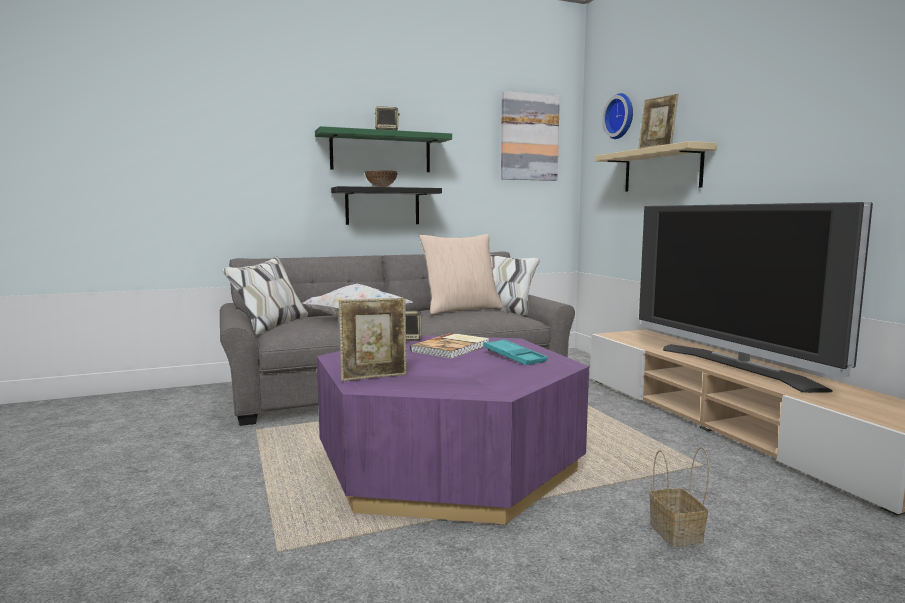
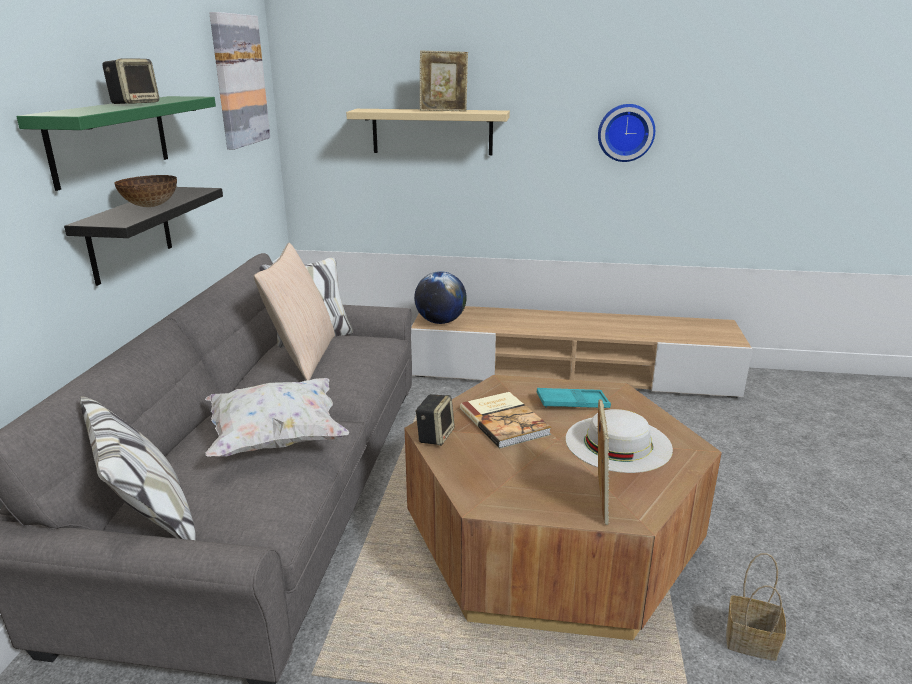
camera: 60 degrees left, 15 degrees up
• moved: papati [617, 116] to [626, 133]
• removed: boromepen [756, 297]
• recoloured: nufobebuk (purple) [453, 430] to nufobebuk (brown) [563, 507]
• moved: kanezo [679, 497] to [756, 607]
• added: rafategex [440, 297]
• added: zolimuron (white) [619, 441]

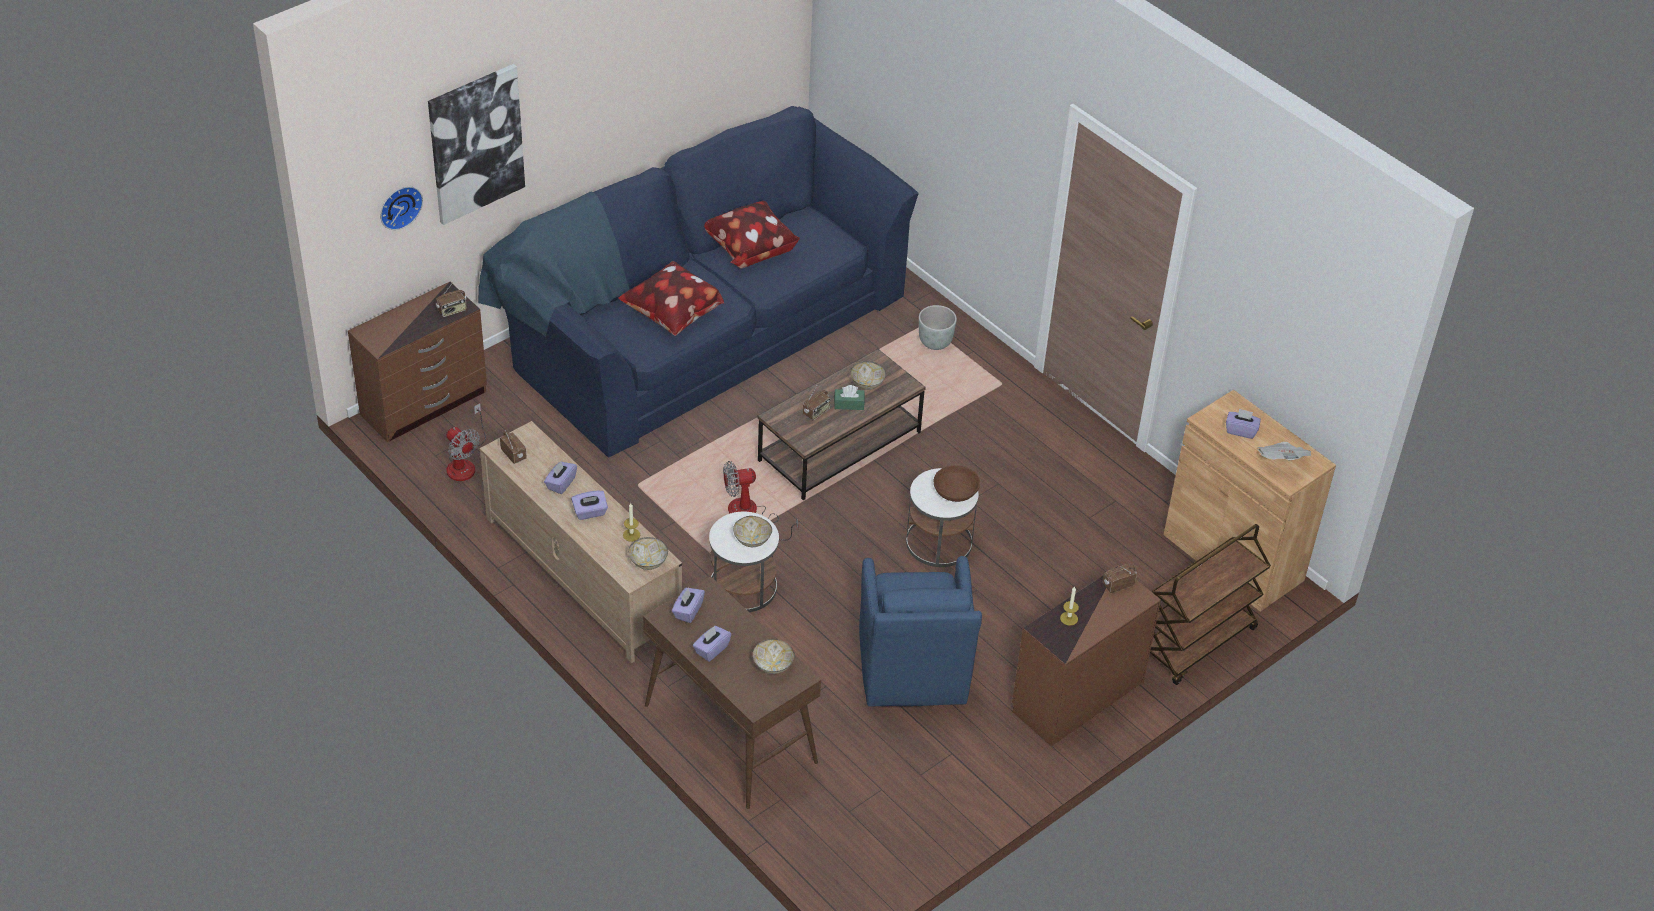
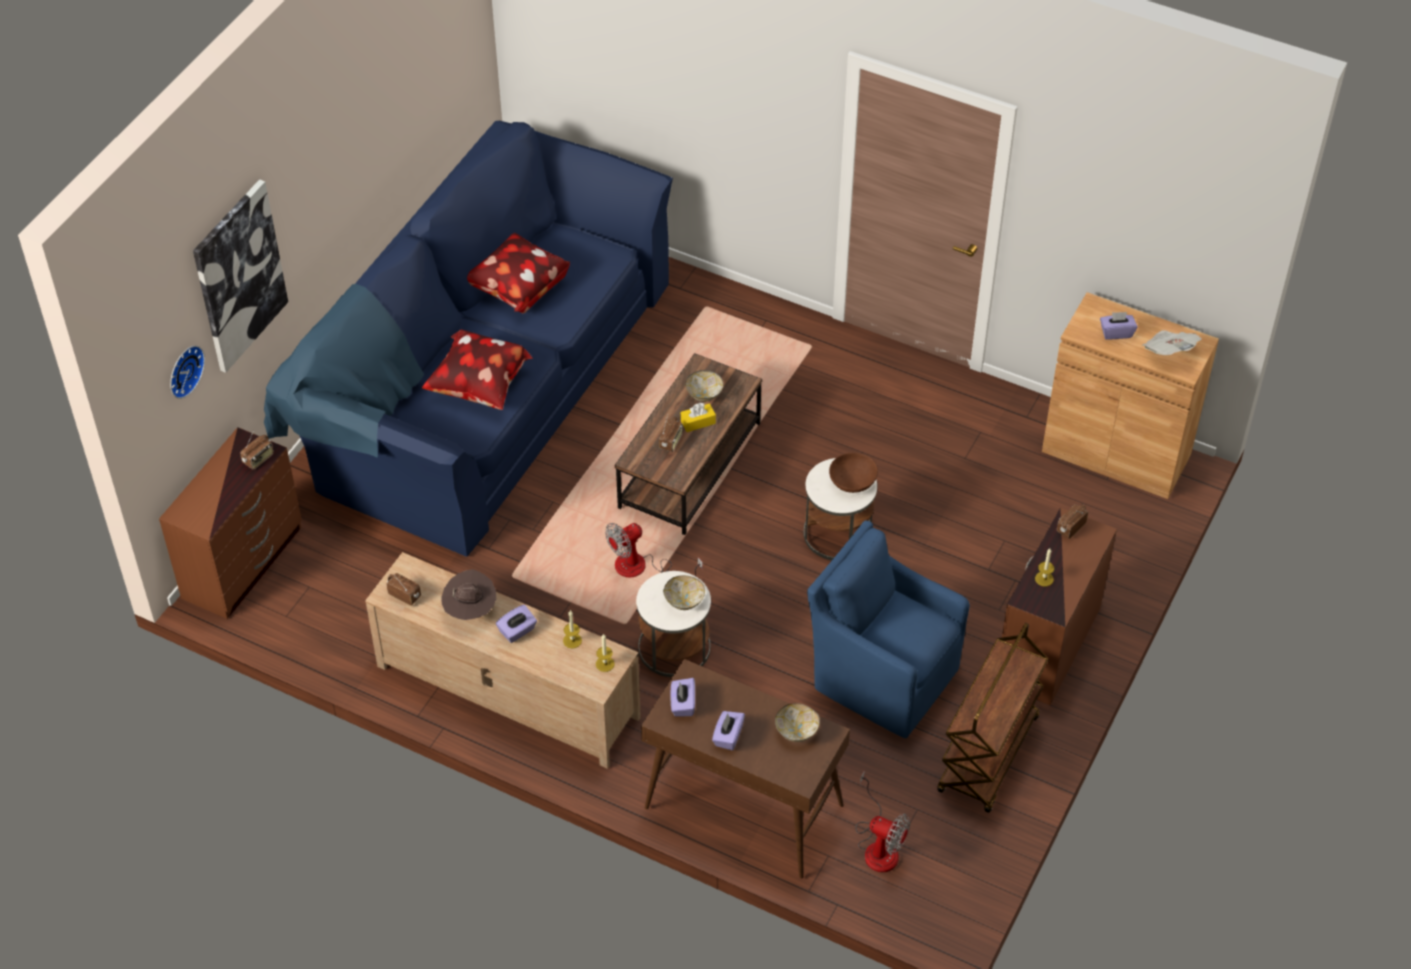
camera: 20 degrees left, 5 degrees up
• removed: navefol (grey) [938, 327]
• recoloured: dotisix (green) [849, 397] to dotisix (yellow) [698, 417]
• moved: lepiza [466, 442] to [883, 821]
• replaced: dotisix (purple) [560, 477] to zolimuron (brown) [468, 594]
• moved: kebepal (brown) [1210, 604] to [993, 718]
• replaced: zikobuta [648, 553] to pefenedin [605, 653]
• turned: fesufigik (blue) [920, 631] = [888, 629] 150 degrees clockwise

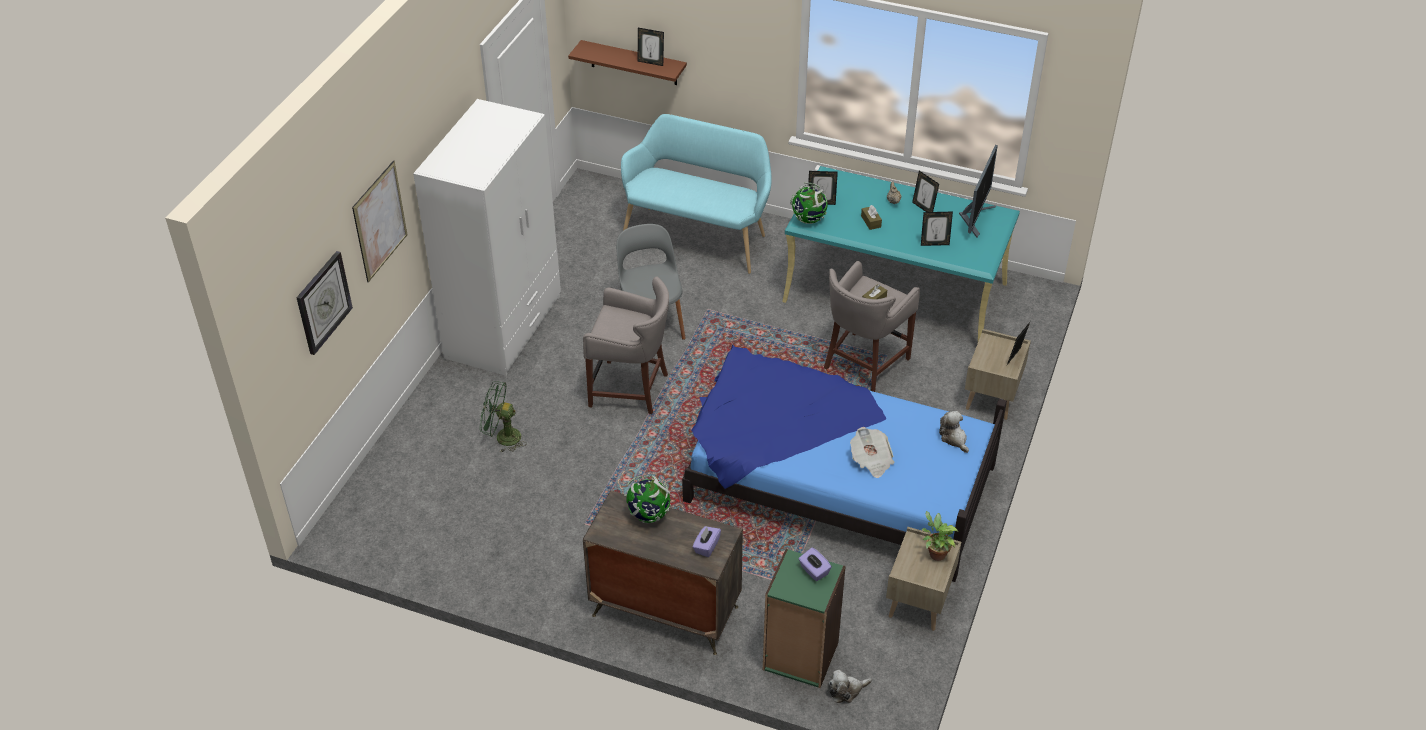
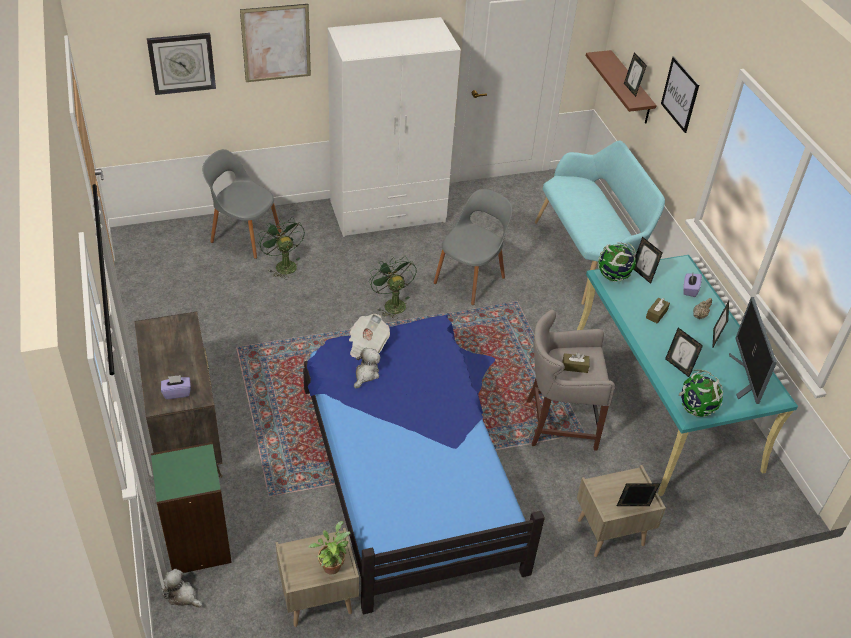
camera: 50 degrees right, 0 degrees up
• turned: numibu [978, 191] = [753, 350] 105 degrees clockwise
• replaced: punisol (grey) [626, 346] to lepiza (green) [392, 287]
• moved: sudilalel [954, 432] to [367, 368]
• moved: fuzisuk [872, 452] to [369, 336]
• moved: rafategex [647, 499] to [701, 393]
• moved: dotisix (purple) [815, 564] to [692, 285]
• added: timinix [680, 94]
• added: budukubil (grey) [242, 204]

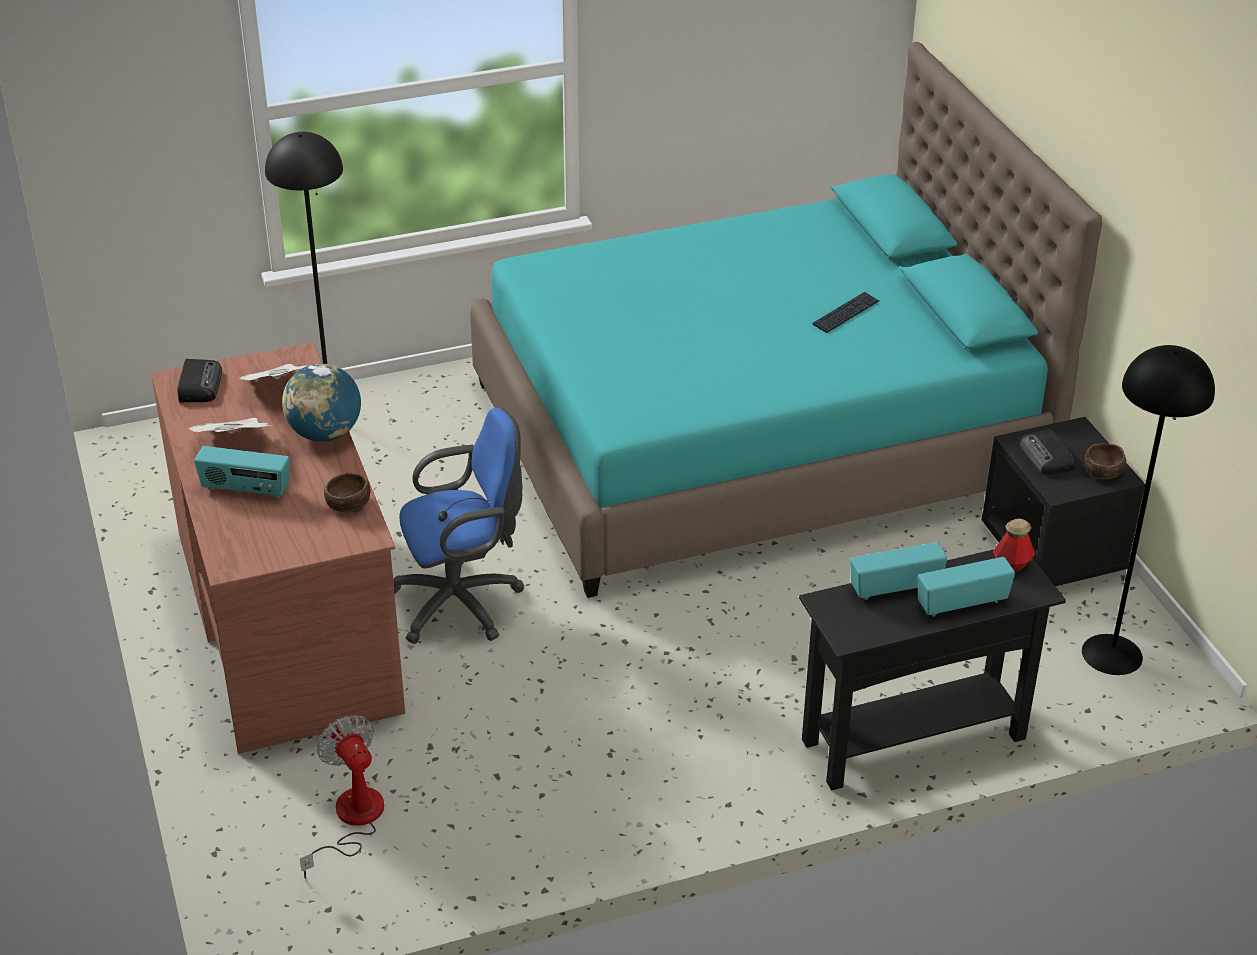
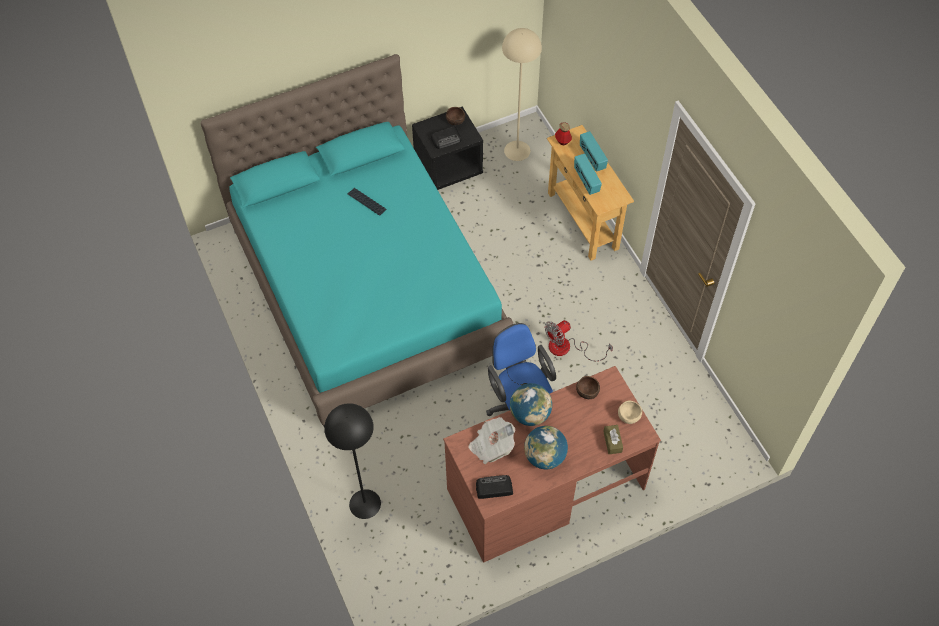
camera: 95 degrees left, 20 degrees up
• recoloured: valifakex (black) [1148, 510] to valifakex (beige) [522, 94]
• replaced: fuzisuk [230, 426] to rafategex [546, 447]
• removed: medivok [241, 472]
• recoloured: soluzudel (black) [932, 669] to soluzudel (beige) [590, 192]
• moved: lepiza [342, 797] to [578, 340]
• added: zikobuta (beige) [630, 412]
• added: dotisix (brown) [613, 439]

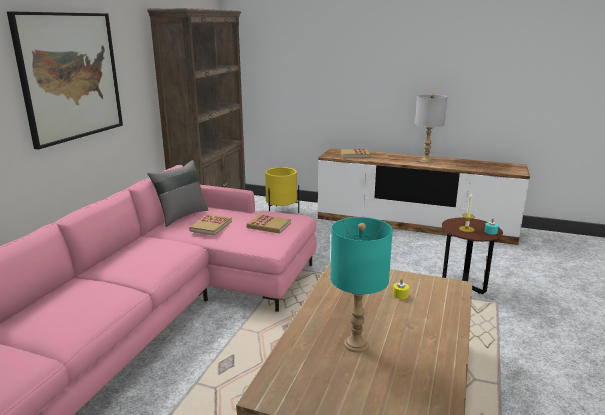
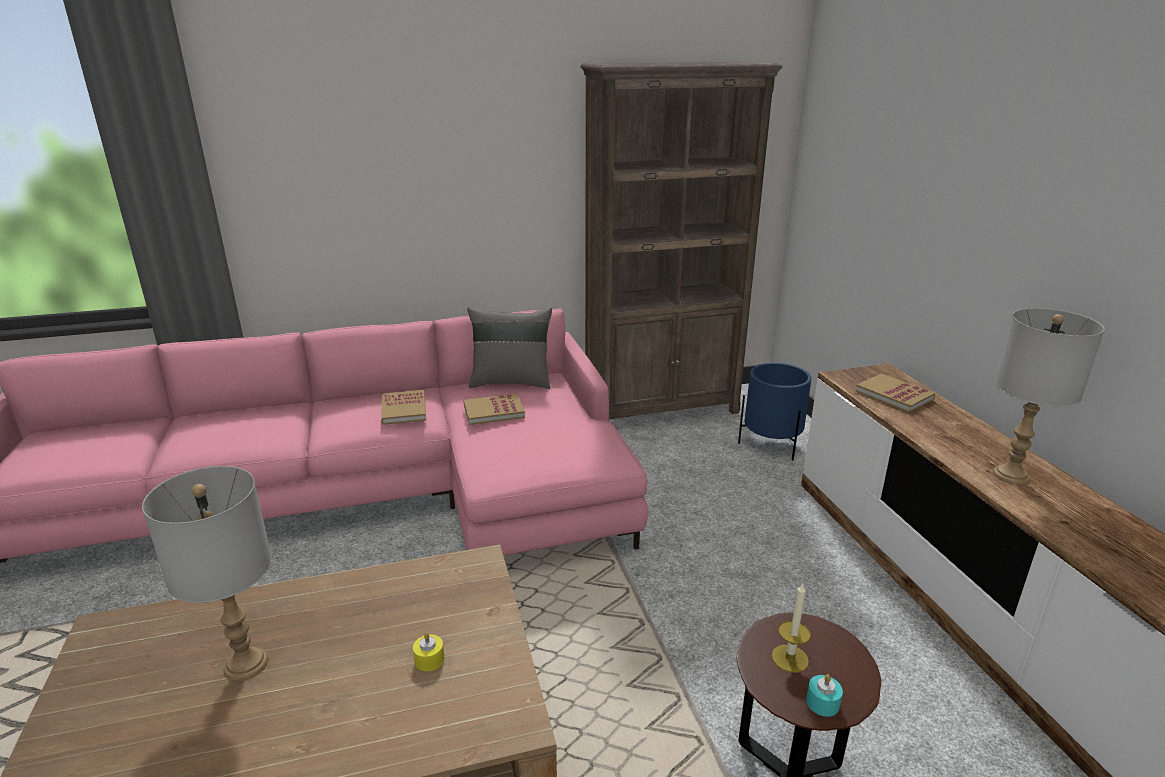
camera: 55 degrees right, 5 degrees up
• removed: timinix [65, 80]
• recoloured: navefol (yellow) [282, 190] to navefol (blue) [774, 412]
• moved: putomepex [268, 224] to [403, 407]
• recoloured: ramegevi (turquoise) [361, 285] to ramegevi (grey) [207, 573]

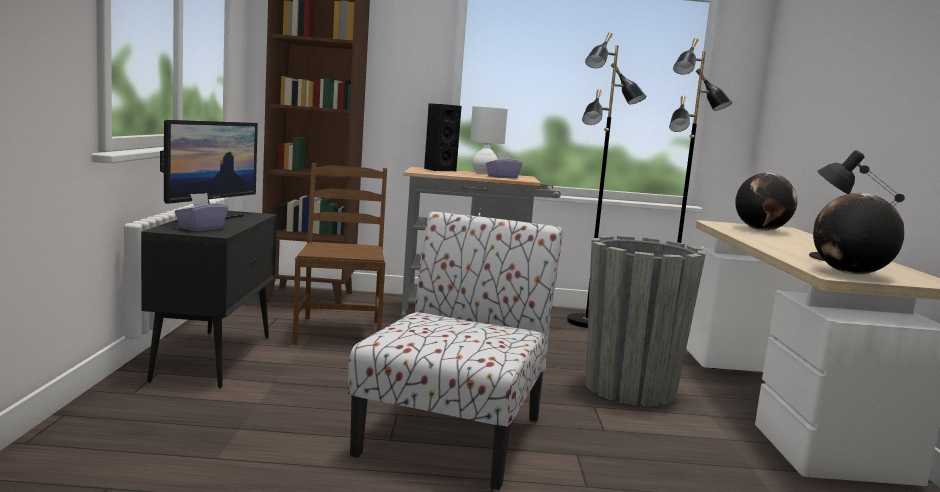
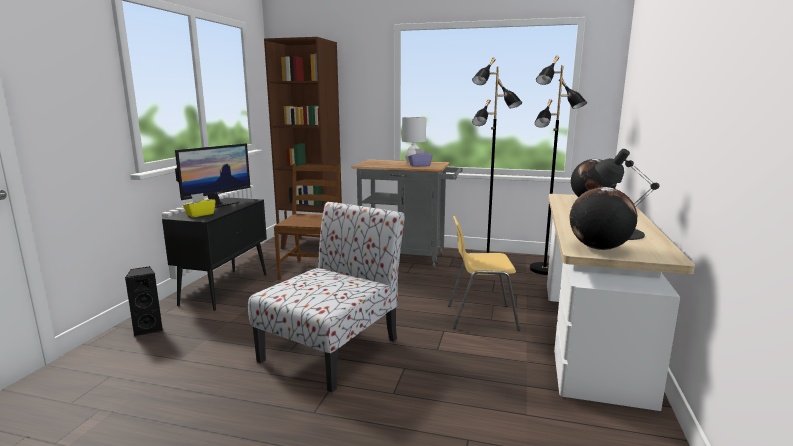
camera: 15 degrees right, 5 degrees up
• moved: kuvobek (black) [443, 137] to [144, 301]
• recoloured: dotisix (purple) [201, 212] to dotisix (yellow) [199, 205]
• replaced: navefol (grey) [645, 321] to budukubil (yellow) [484, 273]

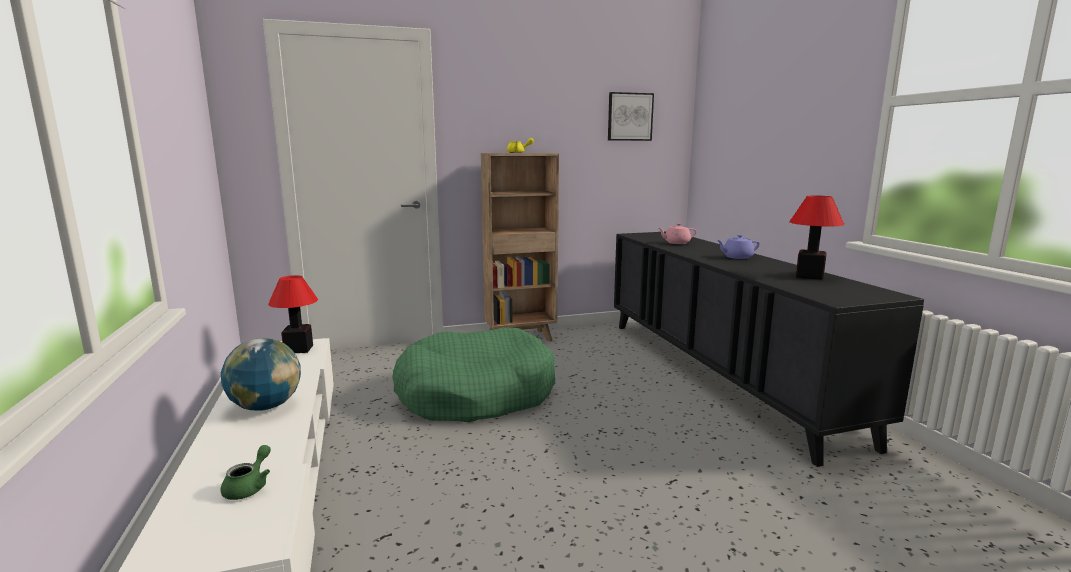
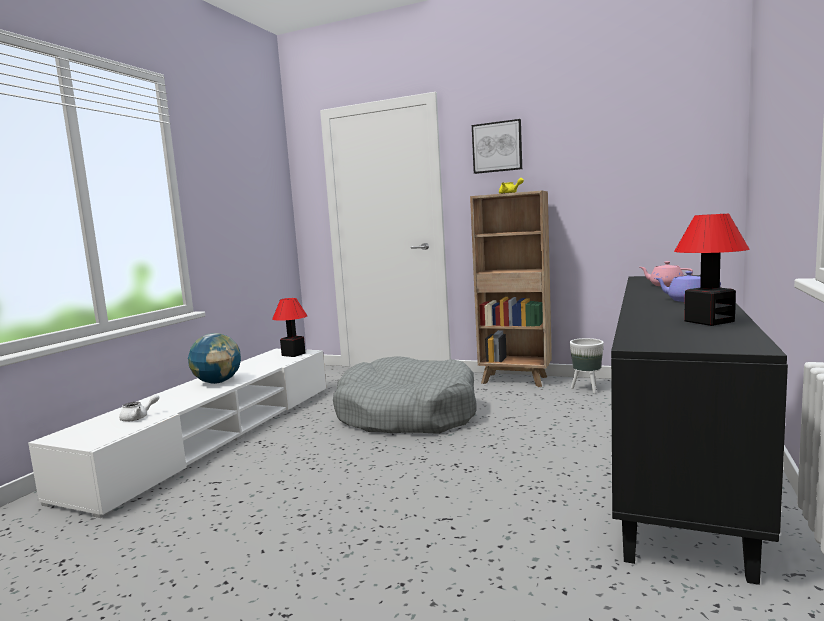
camera: 40 degrees right, 5 degrees down
• moved: timinix [631, 116] to [497, 146]
• recoloured: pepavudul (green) [473, 374] to pepavudul (grey) [404, 395]
• recoloured: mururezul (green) [246, 472] to mururezul (white) [139, 407]
• added: navefol (white) [587, 366]

